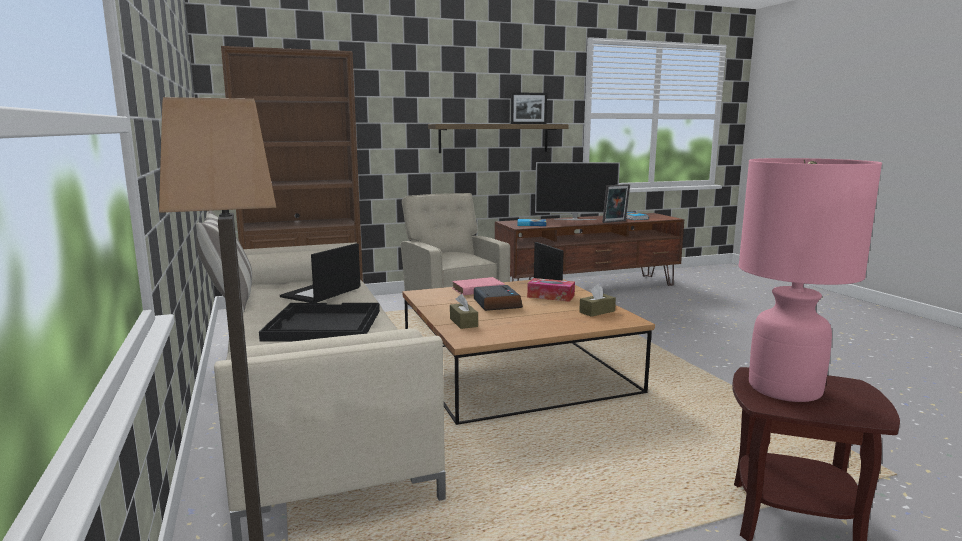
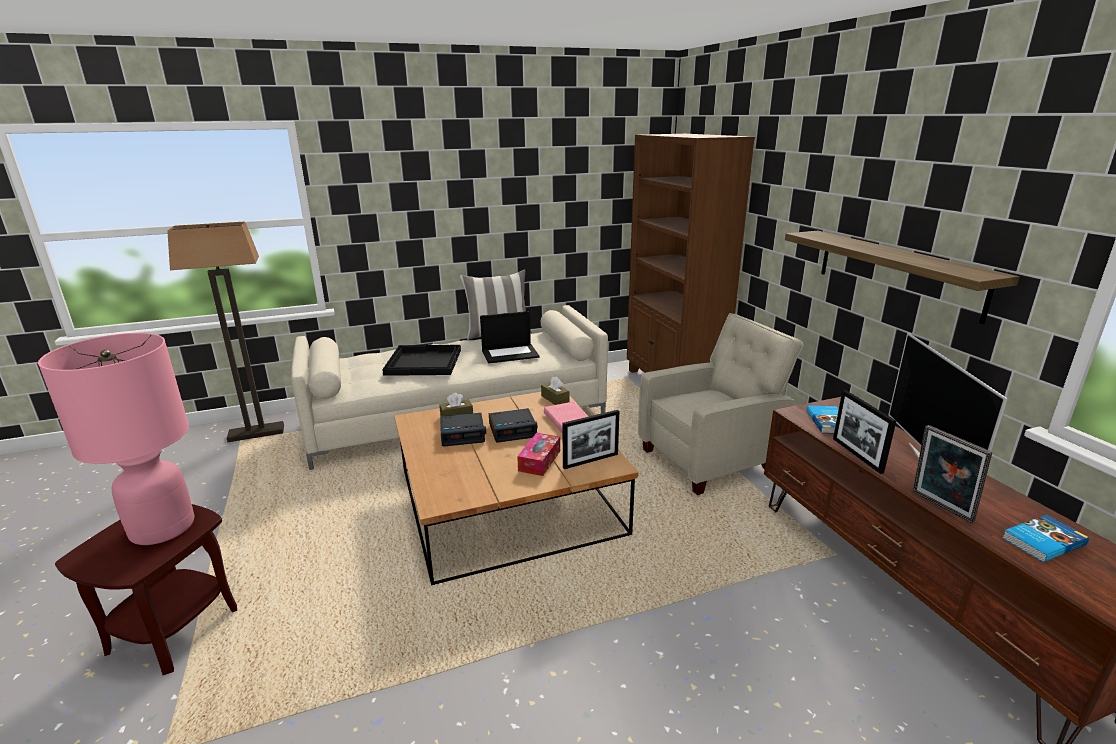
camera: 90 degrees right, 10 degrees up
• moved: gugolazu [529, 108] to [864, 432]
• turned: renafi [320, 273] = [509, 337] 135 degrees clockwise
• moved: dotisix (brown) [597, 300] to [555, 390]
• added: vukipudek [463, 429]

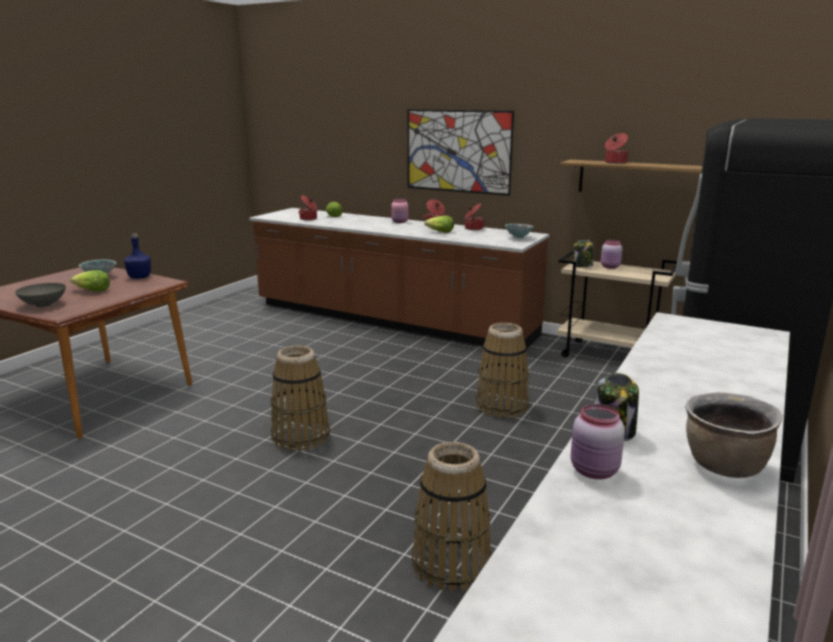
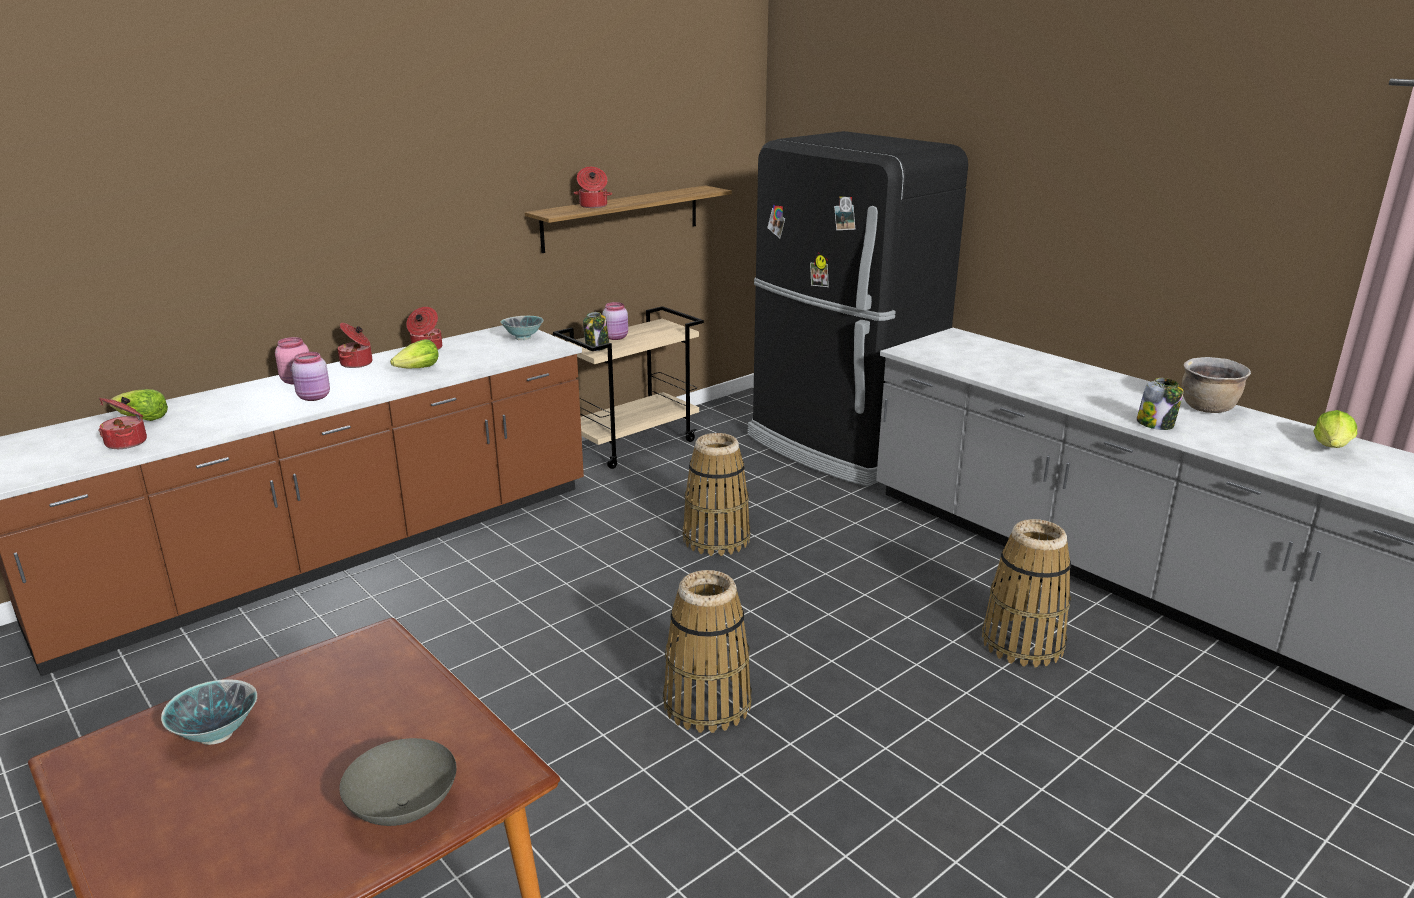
camera: 70 degrees left, 5 degrees up
• removed: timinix [460, 152]
• removed: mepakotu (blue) [137, 256]
• moved: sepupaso [90, 281] to [1335, 429]
• moved: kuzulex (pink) [598, 441] to [310, 376]

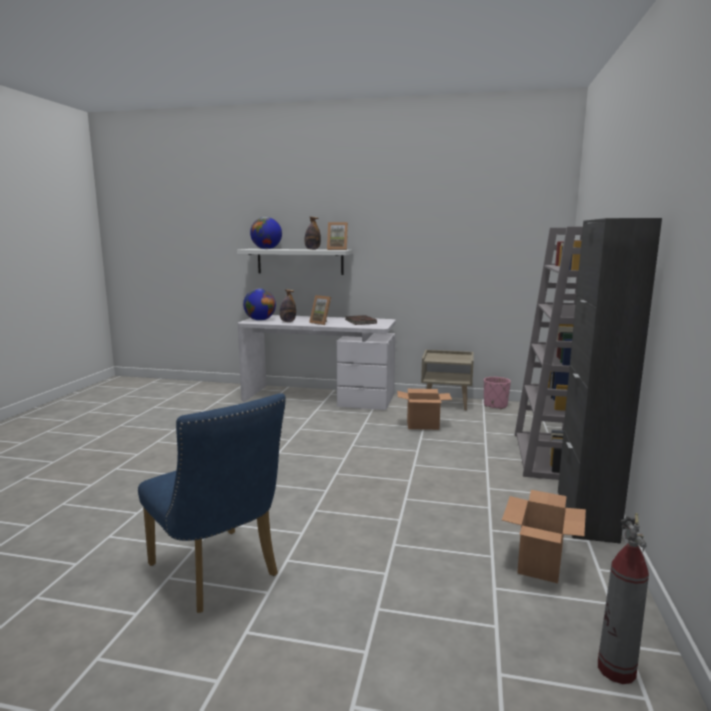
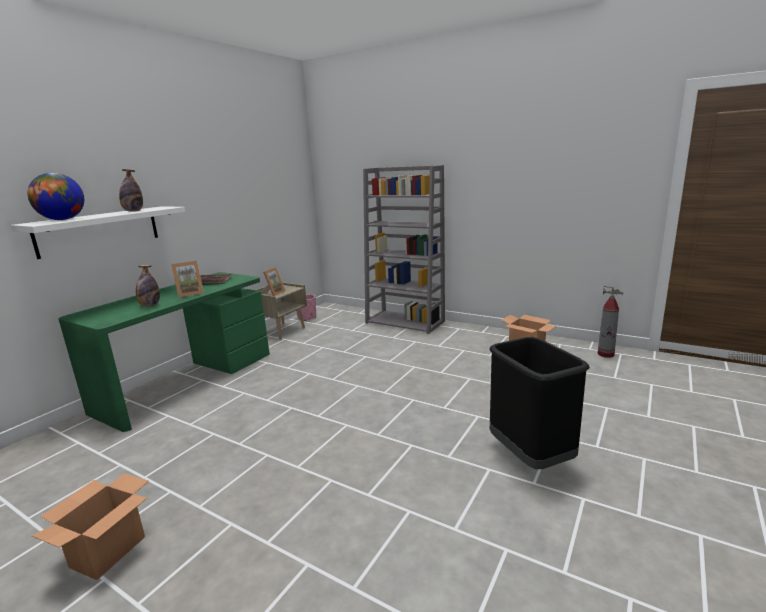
camera: 70 degrees left, 5 degrees up
• removed: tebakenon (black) [610, 381]
• moved: gugolazu [337, 236] to [273, 282]
• removed: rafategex [259, 304]
• recoloured: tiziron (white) [317, 362] to tiziron (green) [164, 352]
• moved: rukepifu [424, 409] to [90, 526]
• replaced: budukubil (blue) [212, 503] to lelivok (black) [539, 403]

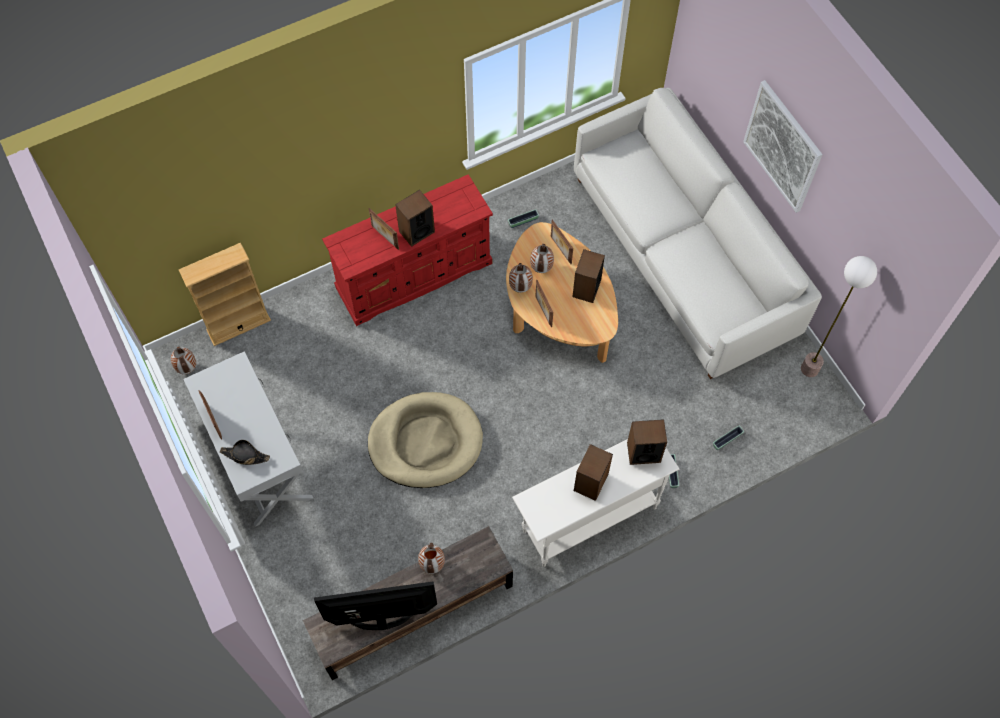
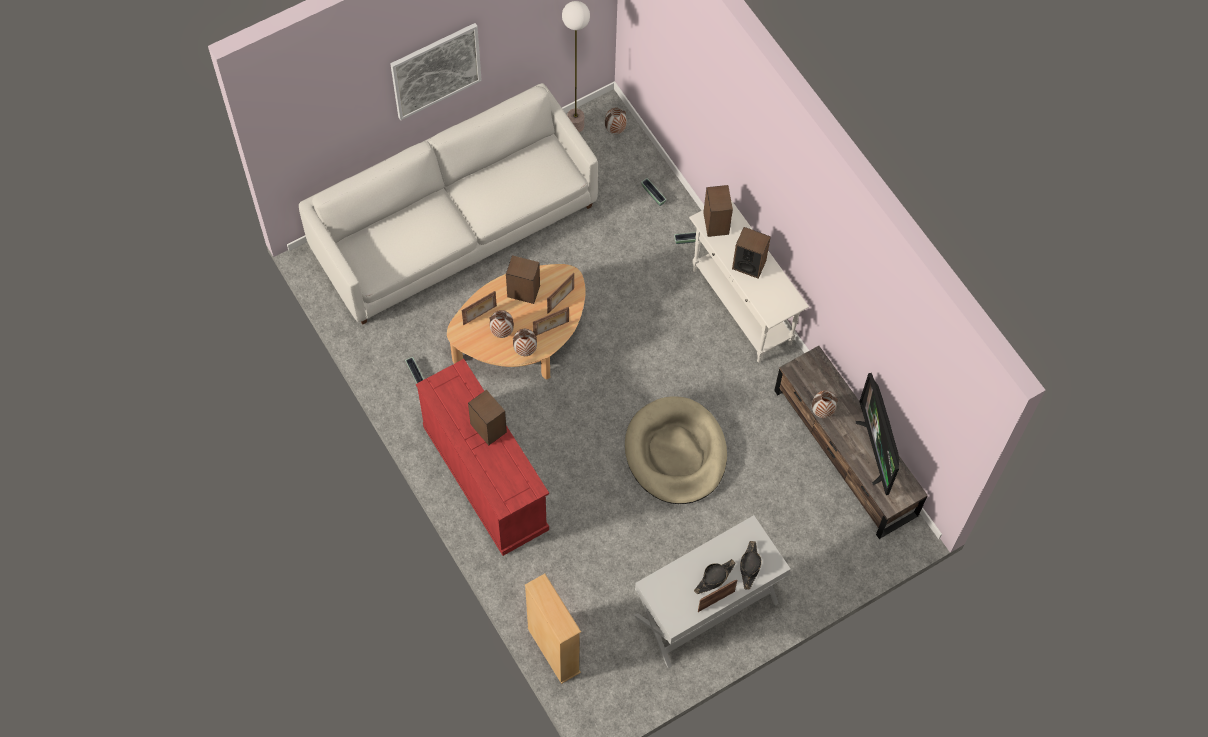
camera: 95 degrees left, 0 degrees up
• moved: gugolazu [384, 229] to [560, 293]
• moved: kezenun [183, 360] to [616, 120]
• added: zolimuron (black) [715, 576]

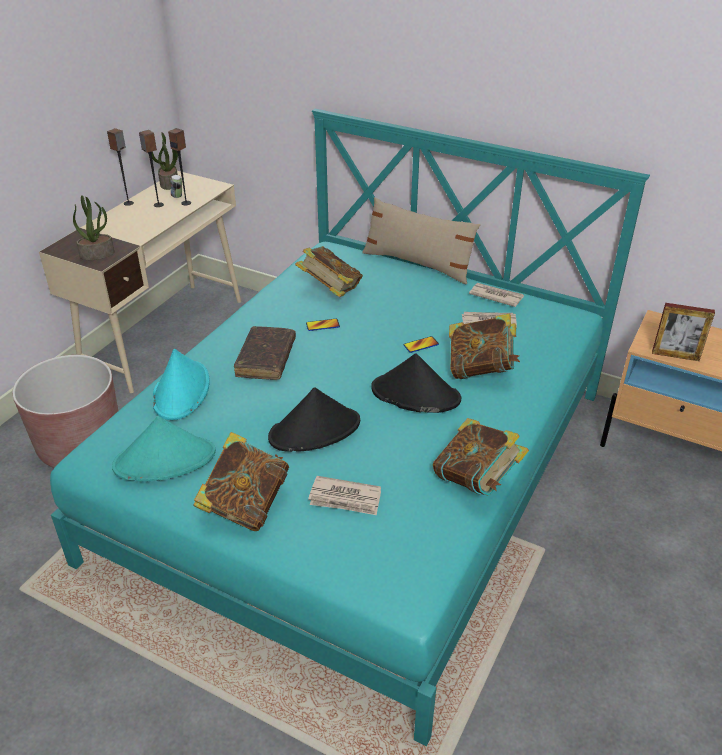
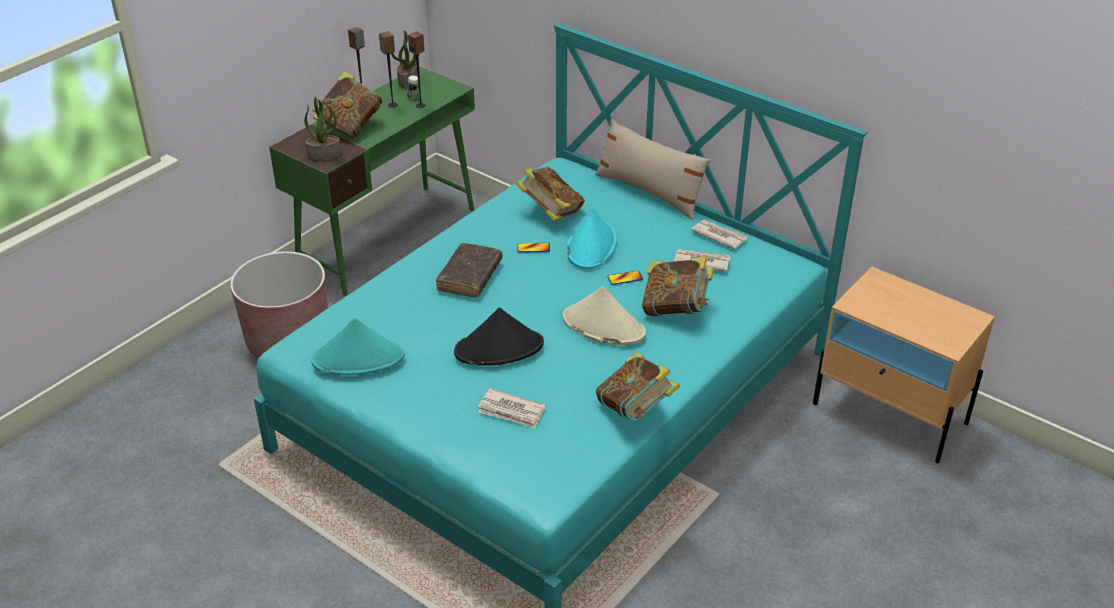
camera: 10 degrees right, 0 degrees up
• recoloured: tiziron (beige) [140, 282] to tiziron (green) [372, 181]
• removed: gugolazu [683, 332]
• moved: zolimuron (turquoise) [181, 384] to [592, 238]
• recoloured: zolimuron (black) [416, 383] to zolimuron (beige) [604, 316]
• moved: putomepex [241, 481] to [347, 105]

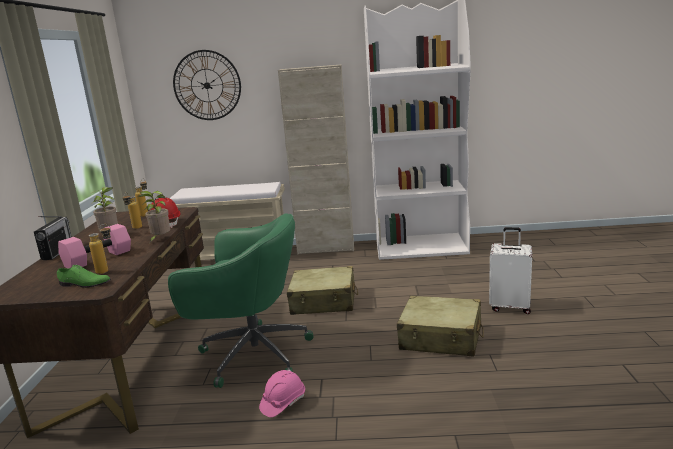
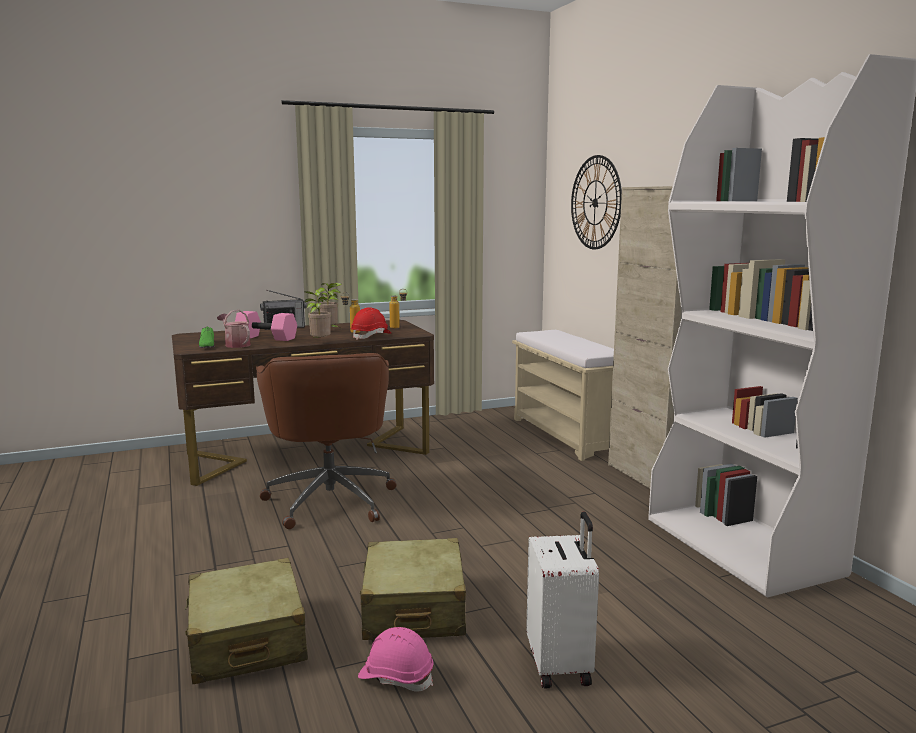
camera: 65 degrees right, 5 degrees down
• recoloured: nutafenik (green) [241, 301] to nutafenik (brown) [326, 441]
• replaced: mepakotu [100, 249] to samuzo [234, 329]
• moved: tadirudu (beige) [322, 290] to [246, 621]
• moved: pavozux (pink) [282, 393] to [395, 659]

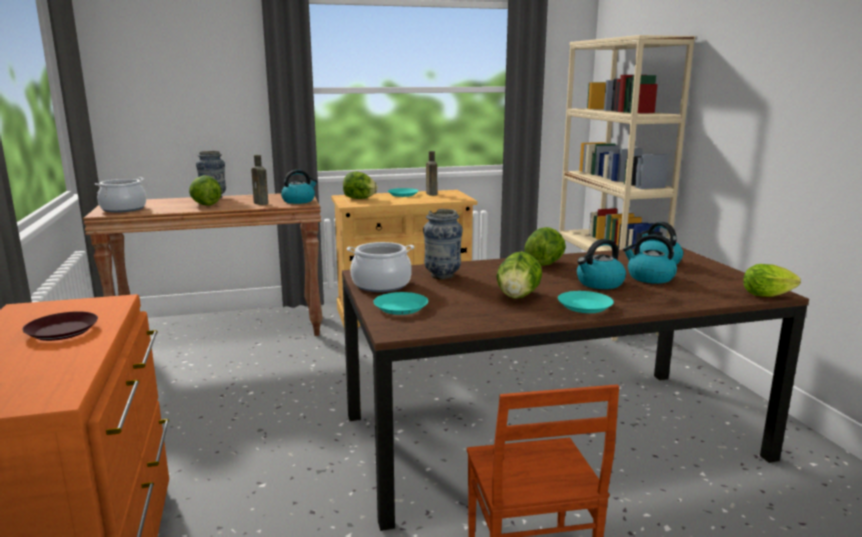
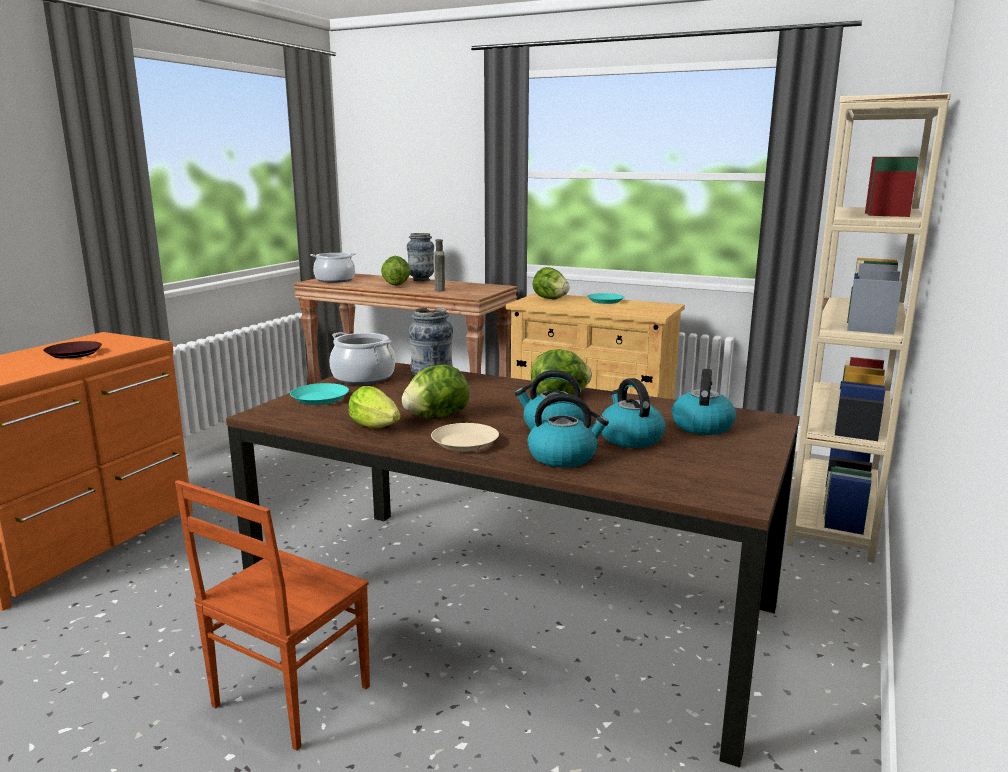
camera: 40 degrees right, 0 degrees up
• removed: mepakotu (brown) [432, 173]
• moved: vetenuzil [299, 187] to [568, 430]
• moved: sepupaso [772, 280] to [375, 407]
• recoloured: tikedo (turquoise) [586, 302] to tikedo (beige) [465, 437]

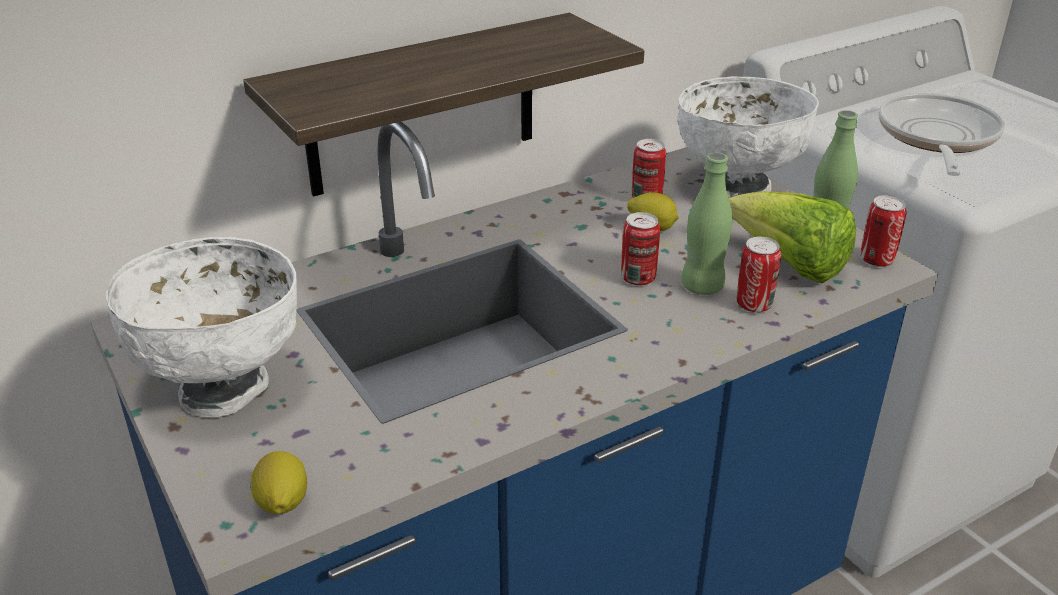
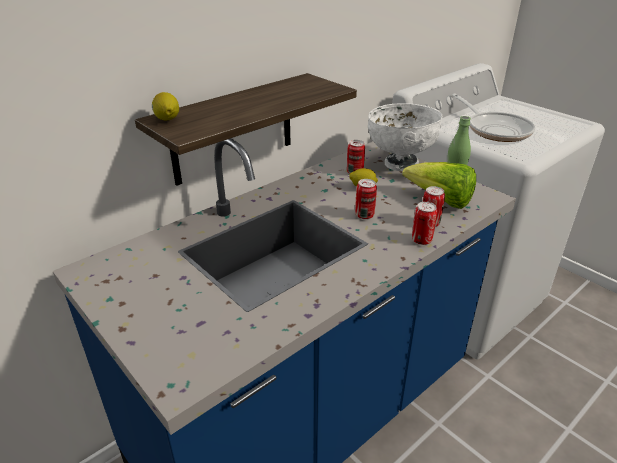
camera: 10 degrees left, 0 degrees up
• turned: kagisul [941, 134] = [493, 117] 150 degrees clockwise
• removed: mepakotu (green) [706, 224]
• moved: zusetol [883, 231] to [424, 223]
• removed: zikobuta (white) [201, 327]
• moved: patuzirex [278, 482] to [165, 106]

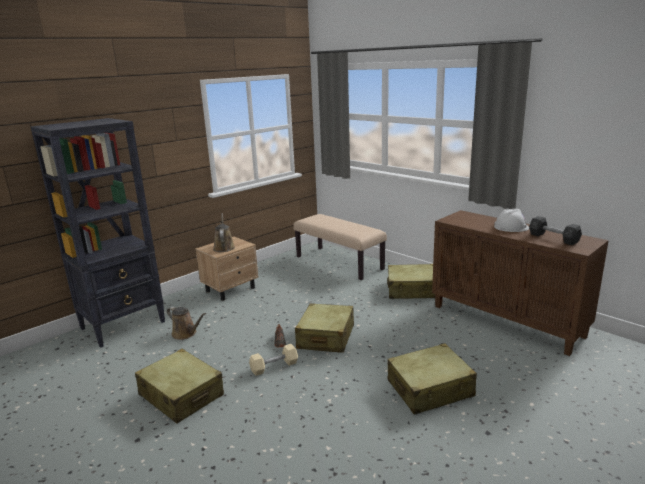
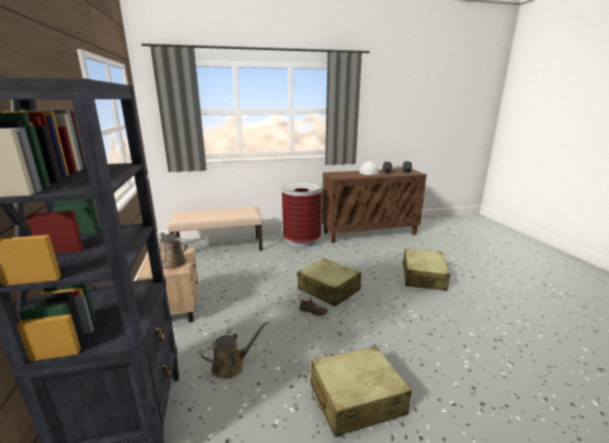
camera: 60 degrees left, 0 degrees up
• replaced: tadirudu (beige) [411, 281] to lelivok [302, 215]
• removed: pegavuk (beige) [273, 360]

